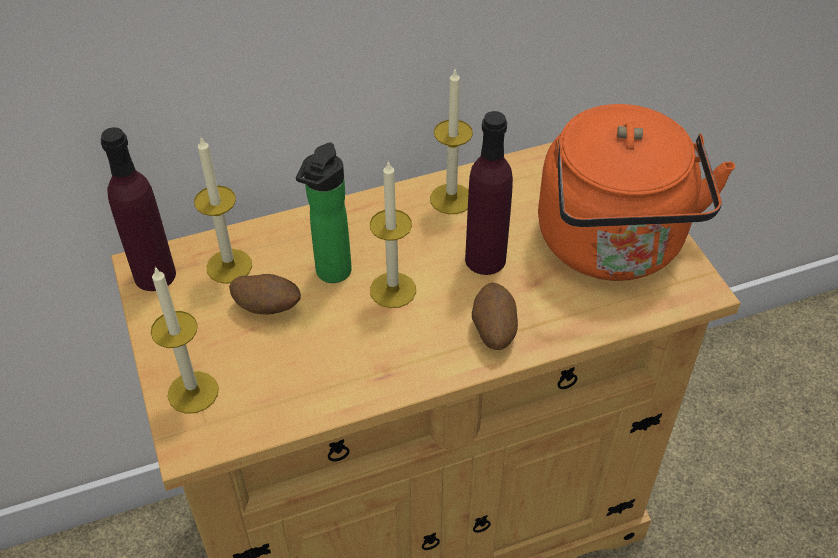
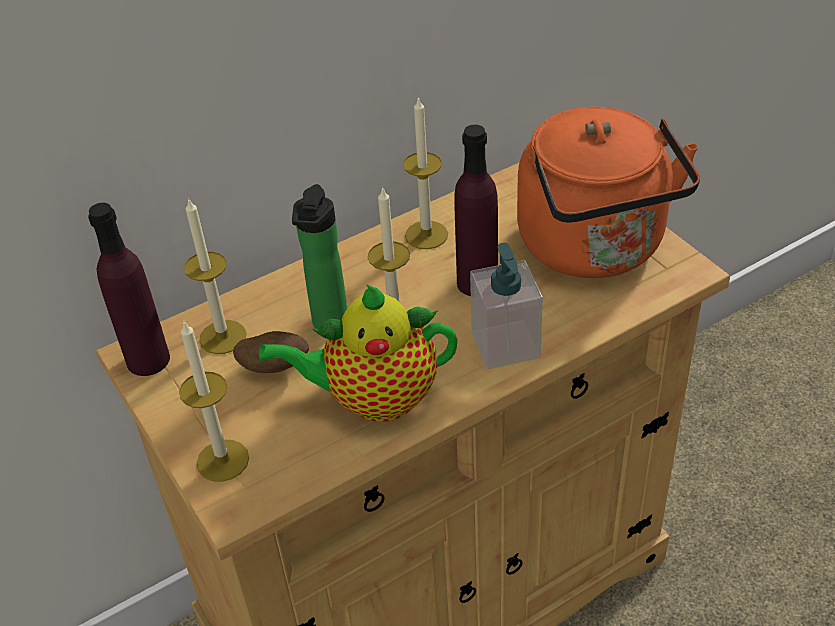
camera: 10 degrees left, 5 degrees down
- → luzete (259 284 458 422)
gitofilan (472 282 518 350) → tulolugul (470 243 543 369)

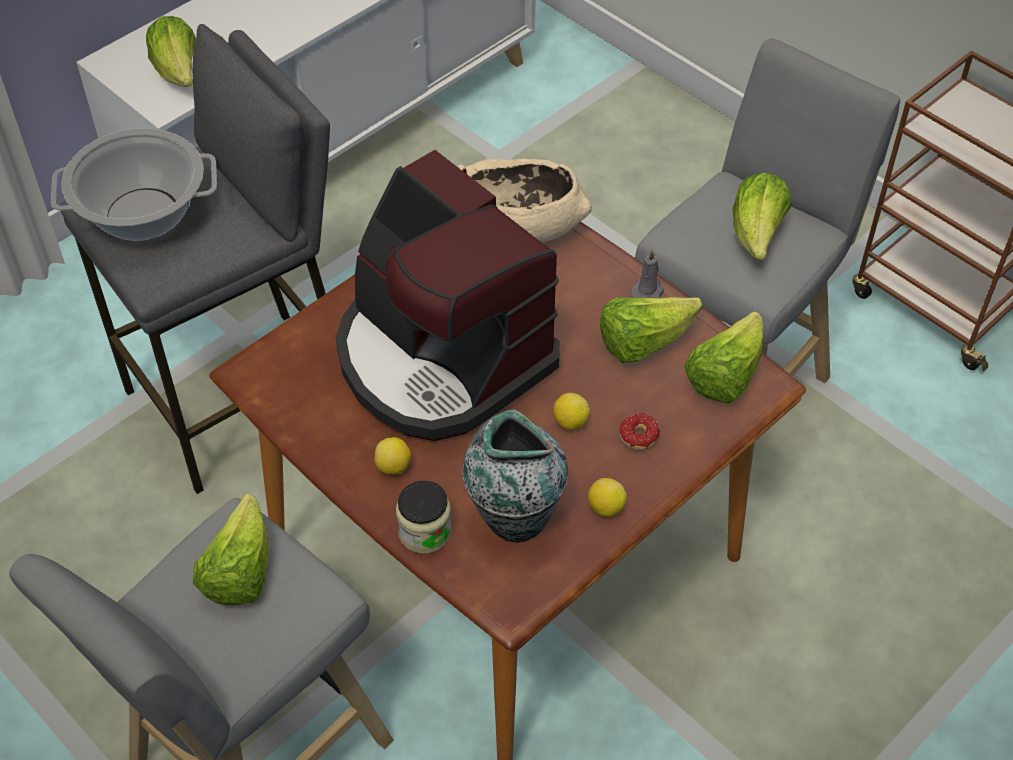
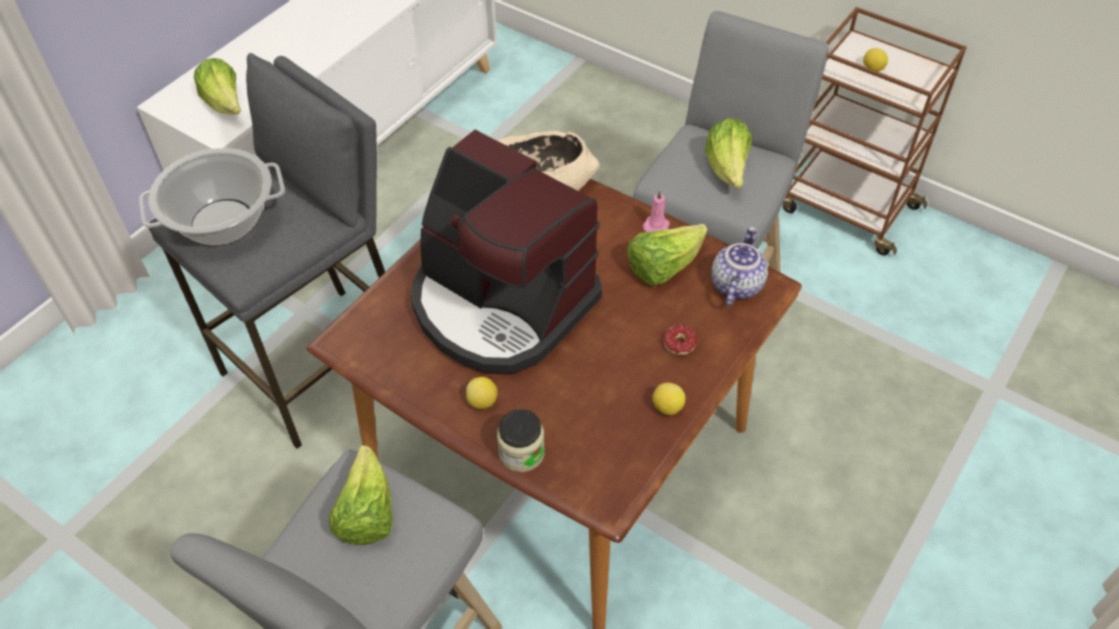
camera: 10 degrees left, 0 degrees up
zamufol (462 410 568 542) → -
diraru (553 393 590 430) → diraru (863 48 888 72), shifted
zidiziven (684 311 763 403) → luzete (711 227 768 306)
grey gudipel (630 249 664 298) → pink gudipel (643 190 670 232)

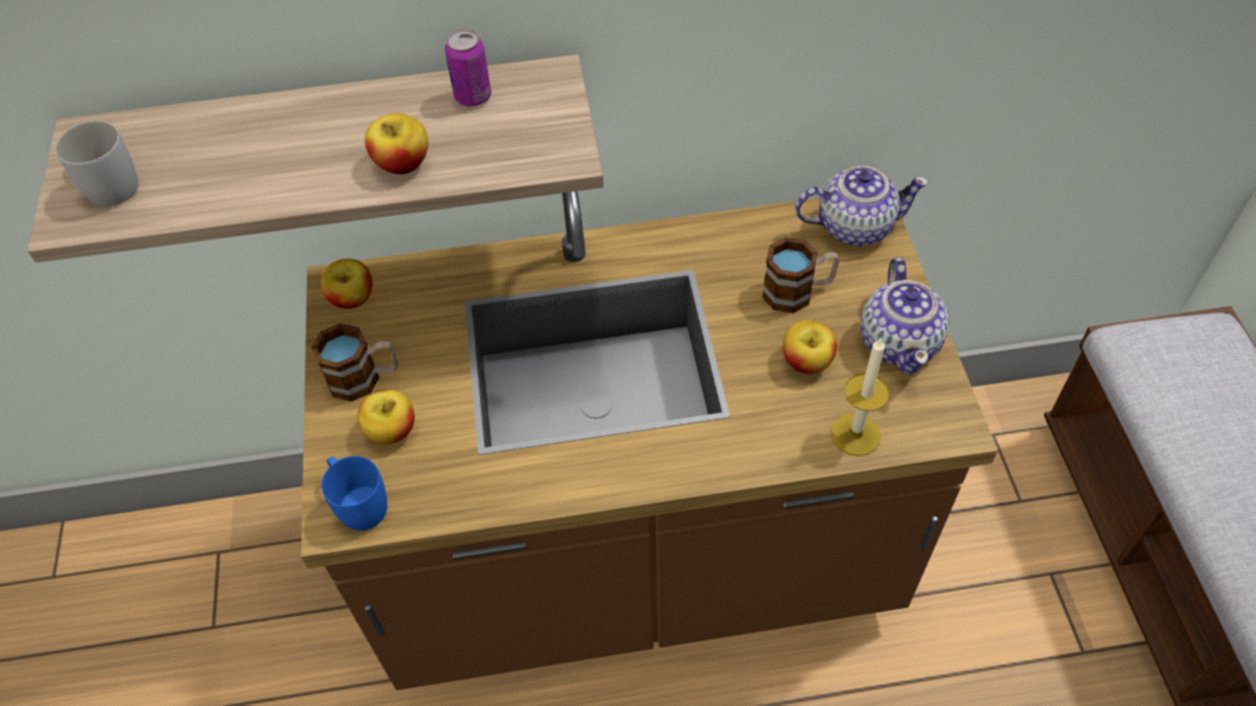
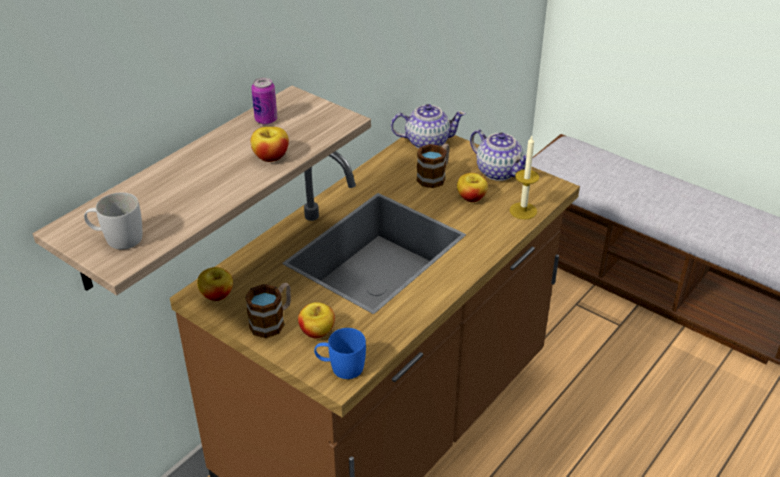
camera: 45 degrees left, 15 degrees down
luzete (795 166 929 246) → luzete (391 104 466 148), 45 degrees clockwise

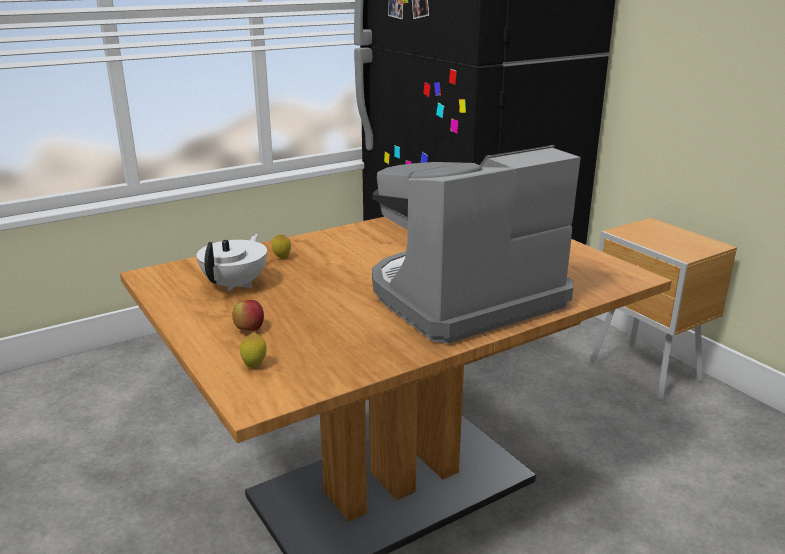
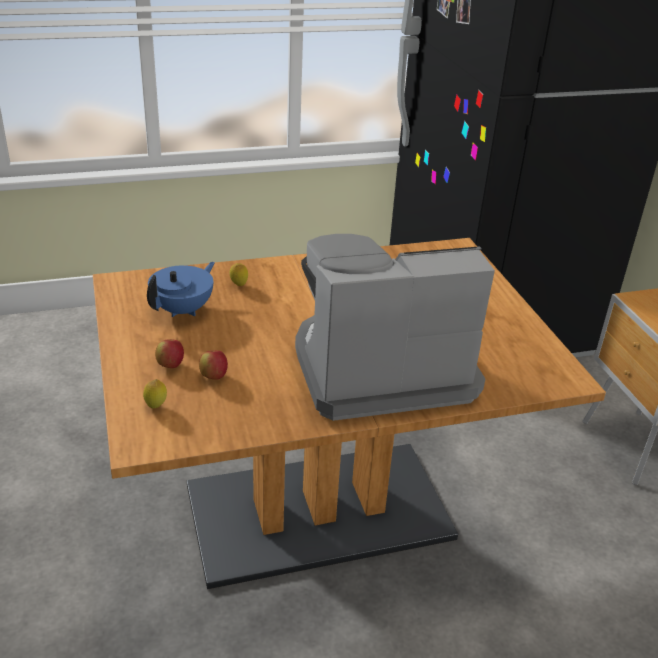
camera: 15 degrees right, 10 degrees up
- → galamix (199 350 228 380)
white luzete (196 234 267 292) → blue luzete (147 262 215 317)

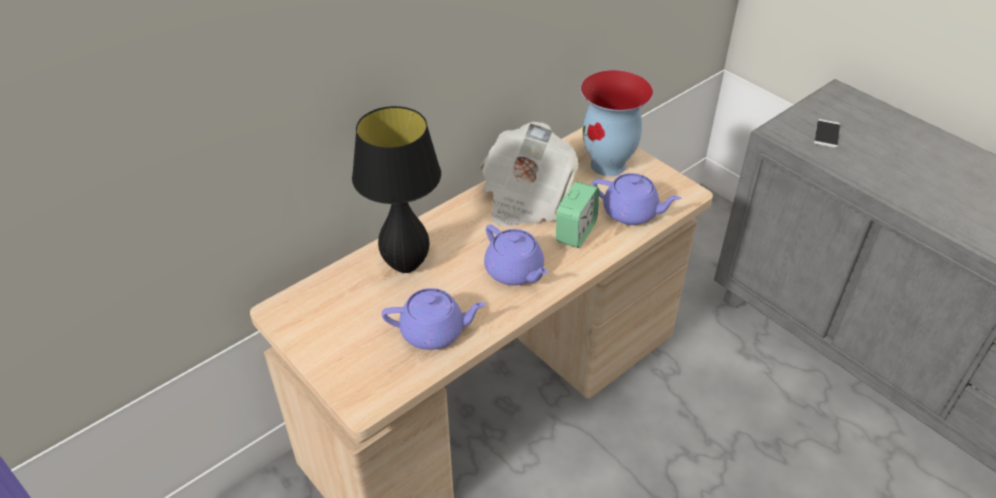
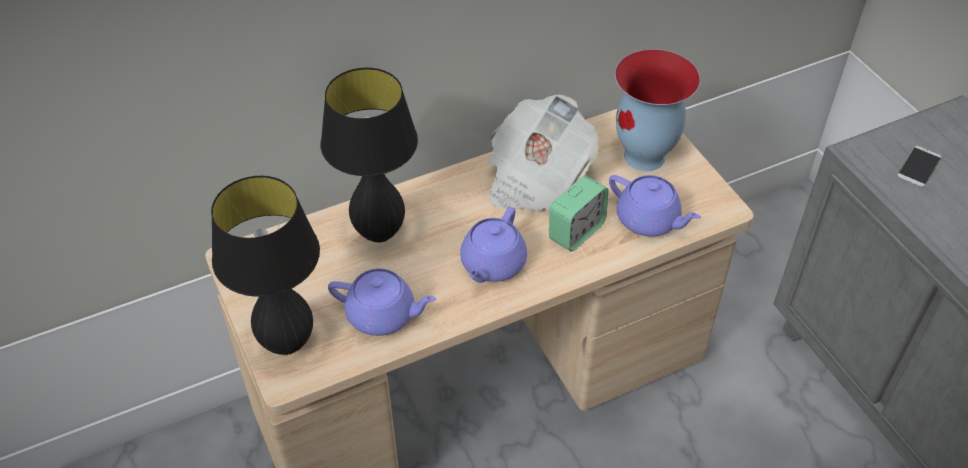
camera: 15 degrees right, 5 degrees up
- → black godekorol (211 176 320 355)
purple luzete (484 224 548 285) → purple luzete (460 207 527 283), 45 degrees clockwise

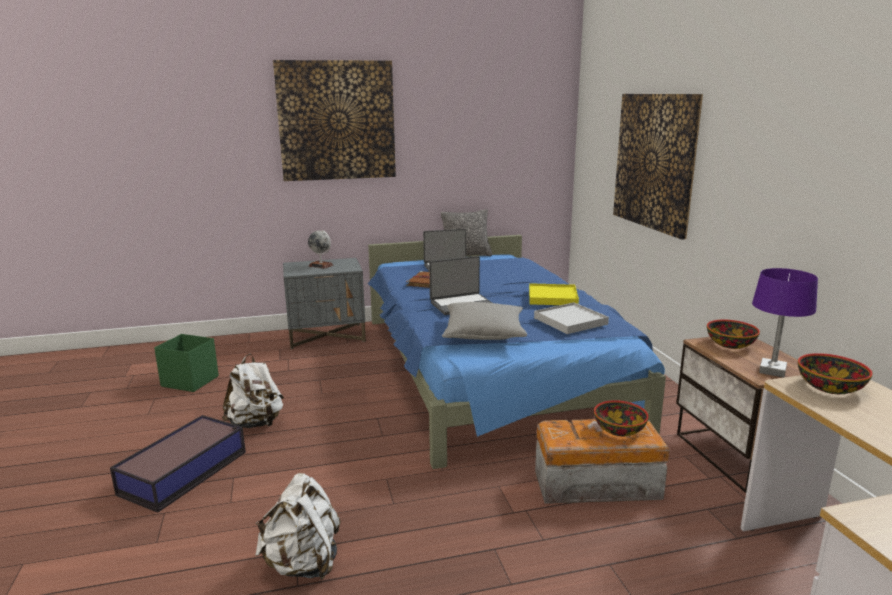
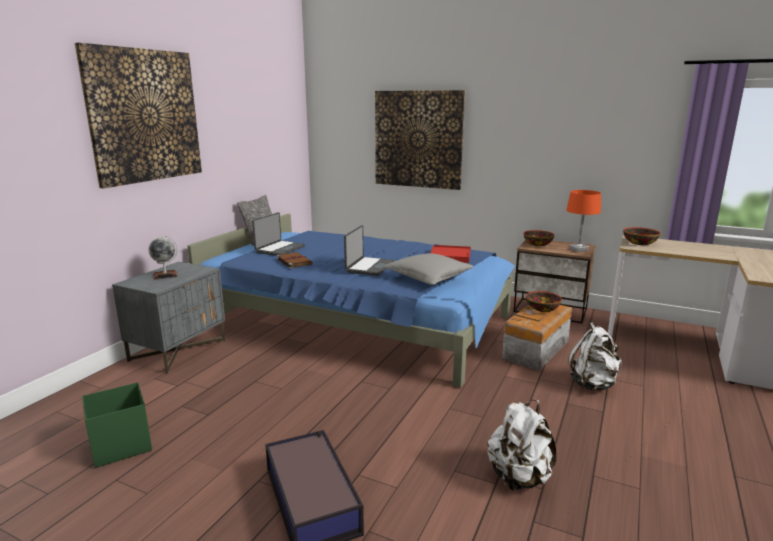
camera: 50 degrees left, 0 degrees up
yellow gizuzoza (529 283 579 305) → -
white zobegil (222 354 284 428) → white zobegil (568 322 622 391), shifted
white gizuzoza (534 302 609 334) → red gizuzoza (430 245 471 263)
purple godekorol (752 268 818 378) → orange godekorol (566 190 601 252)

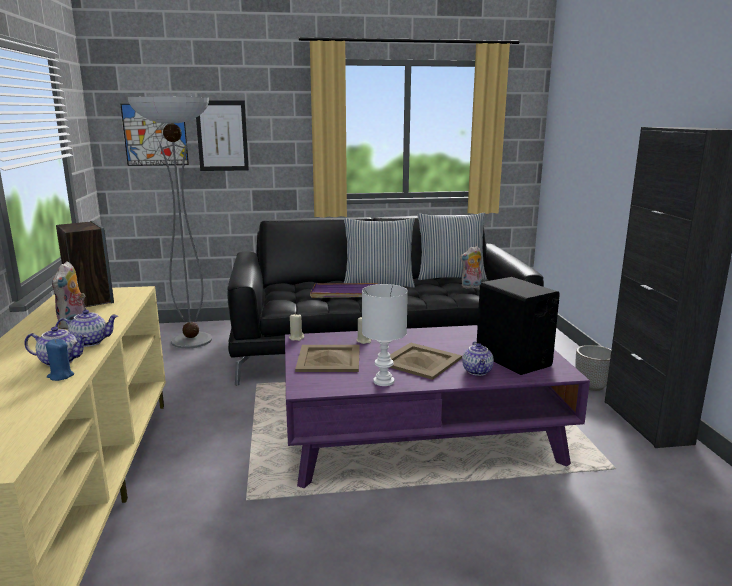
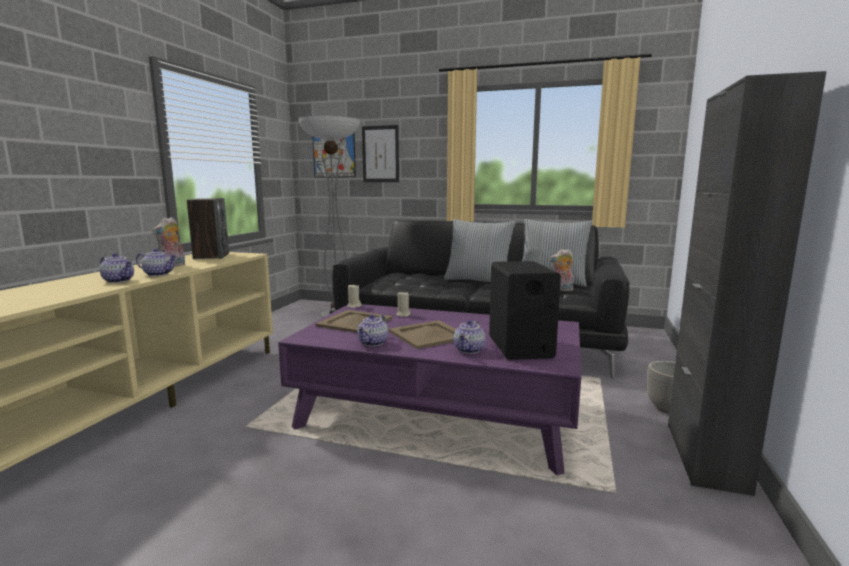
camera: 25 degrees right, 5 degrees down
blue gudipel (46 339 74 381) → -
purple gizuzoza (310 283 379 298) → -
white godekorol (362 284 408 386) → luzete (357 314 388 347)

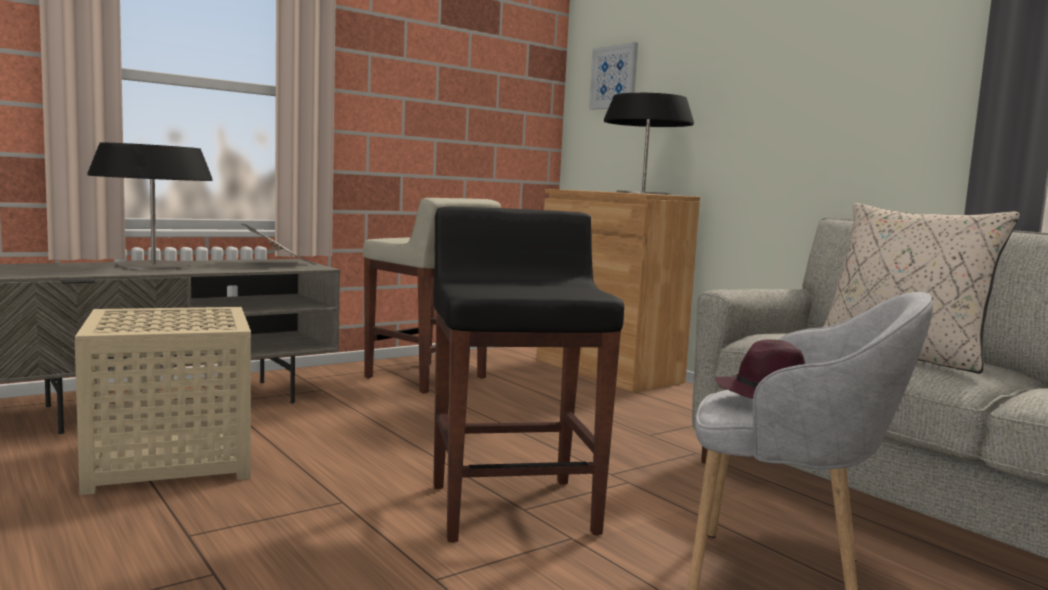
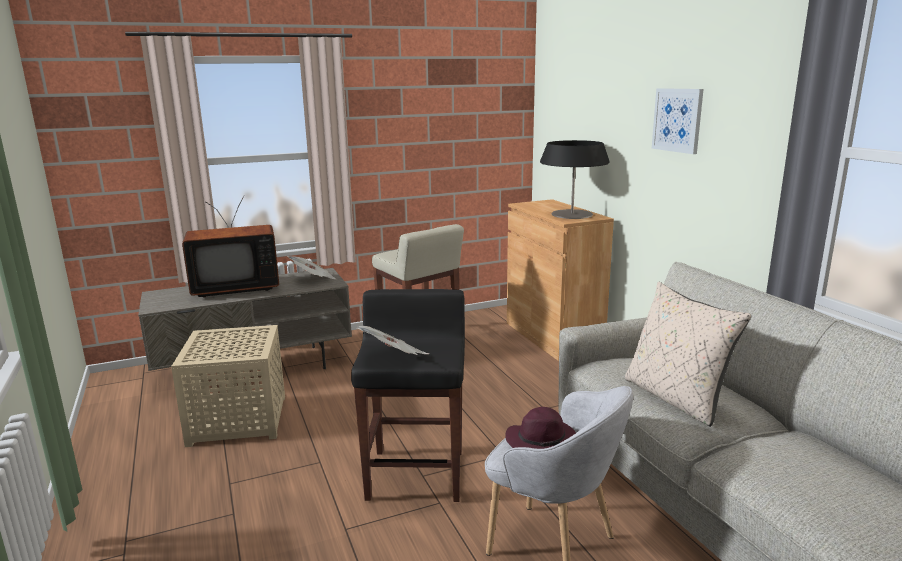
camera: 15 degrees right, 10 degrees up
- → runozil (357 326 429 355)
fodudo (589 42 638 110) → fodudo (652 88 704 154), shifted
godekorol (87 143 213 270) → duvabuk (182 196 279 298)

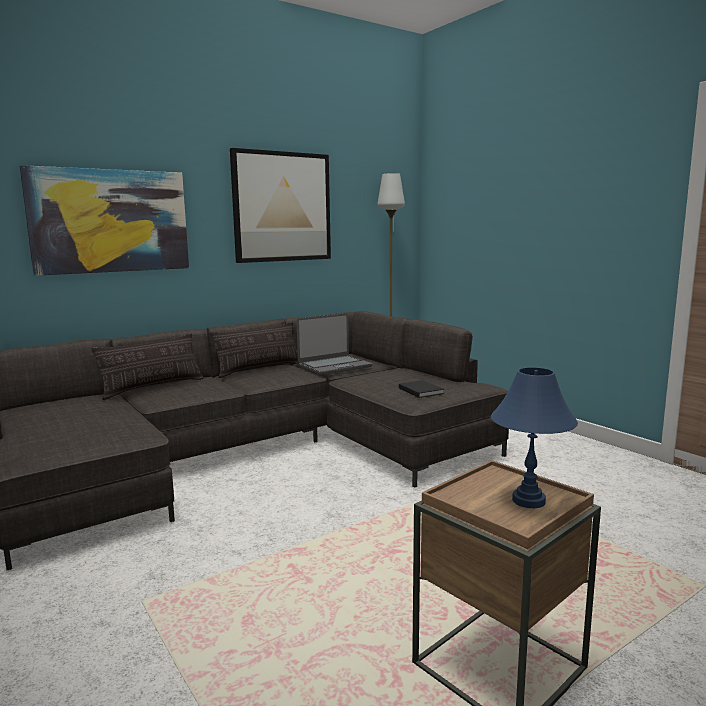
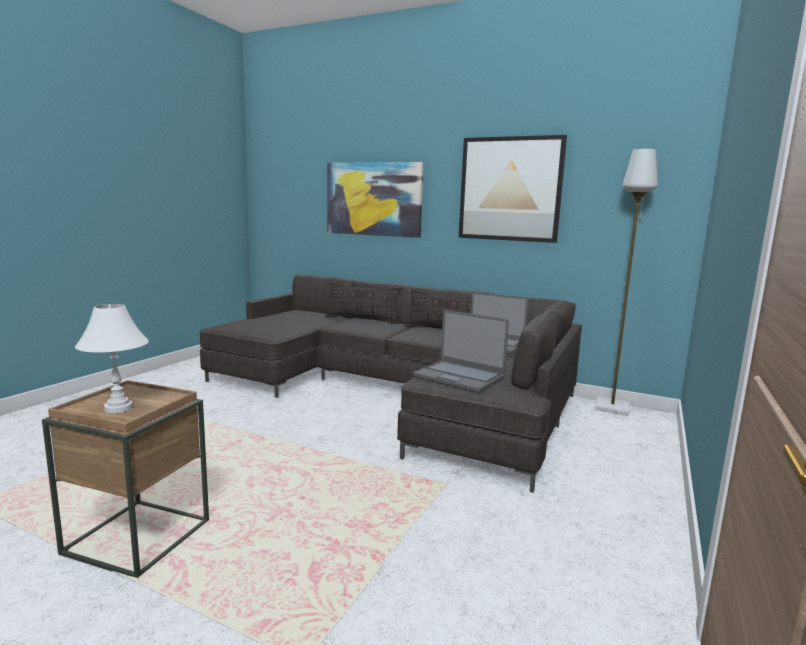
camera: 60 degrees right, 0 degrees up
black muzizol (399 380 444 398) → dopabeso (413 310 509 392)
blue godekorol (491 367 578 508) → white godekorol (75 304 149 413)

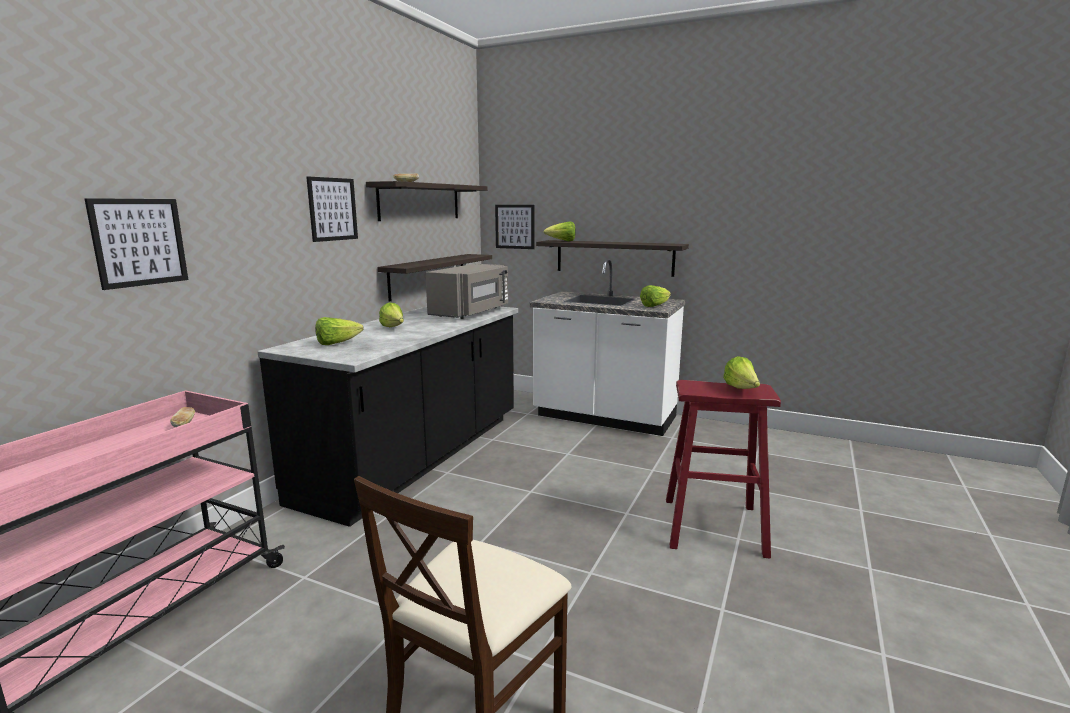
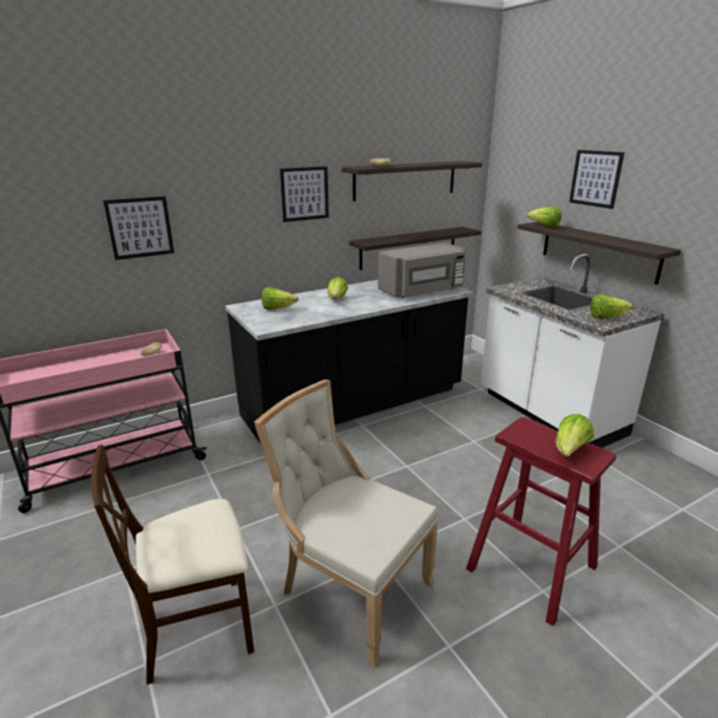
camera: 35 degrees right, 10 degrees up
- → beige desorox (254 379 439 668)
fodudo (495 205 534 249) → fodudo (569 150 625 209), shifted

